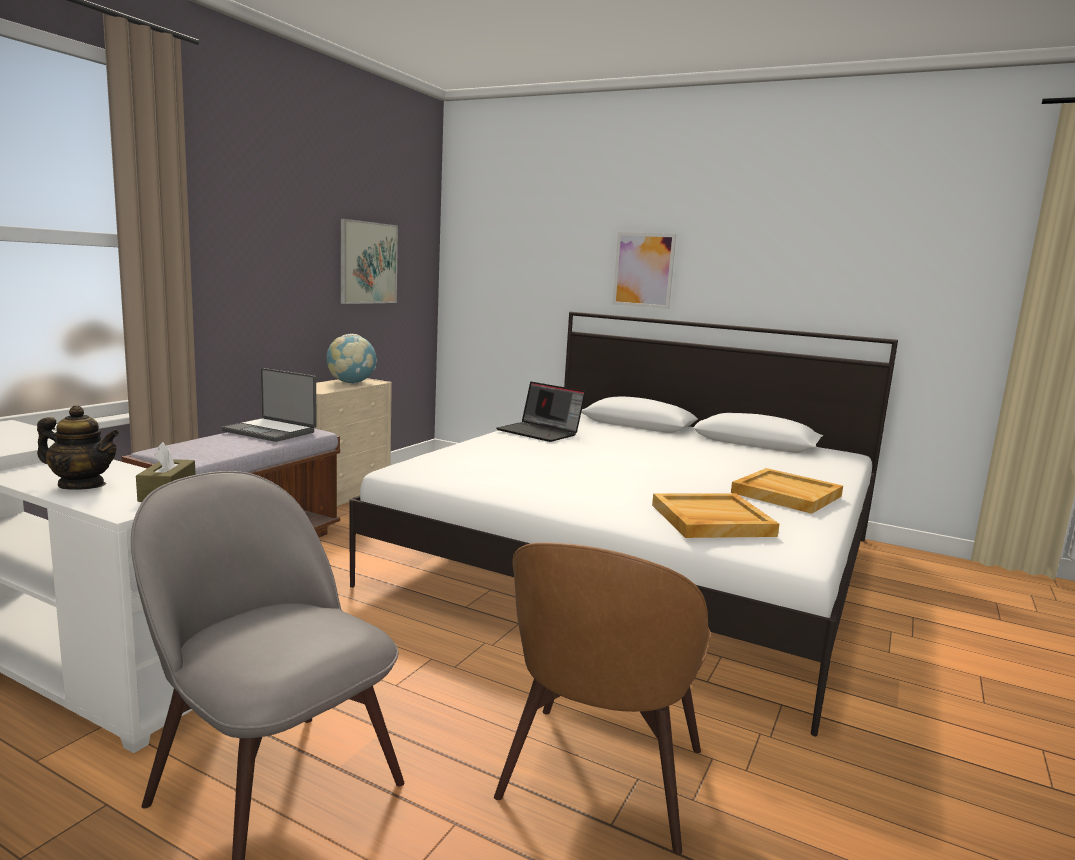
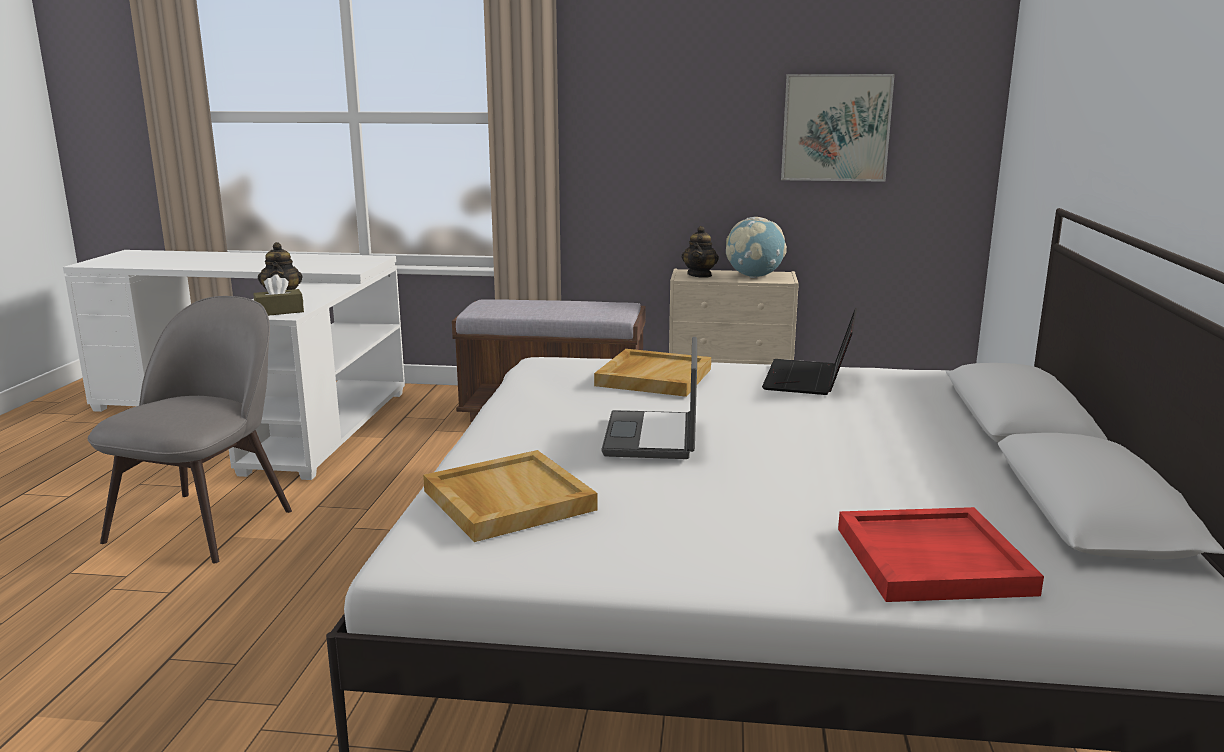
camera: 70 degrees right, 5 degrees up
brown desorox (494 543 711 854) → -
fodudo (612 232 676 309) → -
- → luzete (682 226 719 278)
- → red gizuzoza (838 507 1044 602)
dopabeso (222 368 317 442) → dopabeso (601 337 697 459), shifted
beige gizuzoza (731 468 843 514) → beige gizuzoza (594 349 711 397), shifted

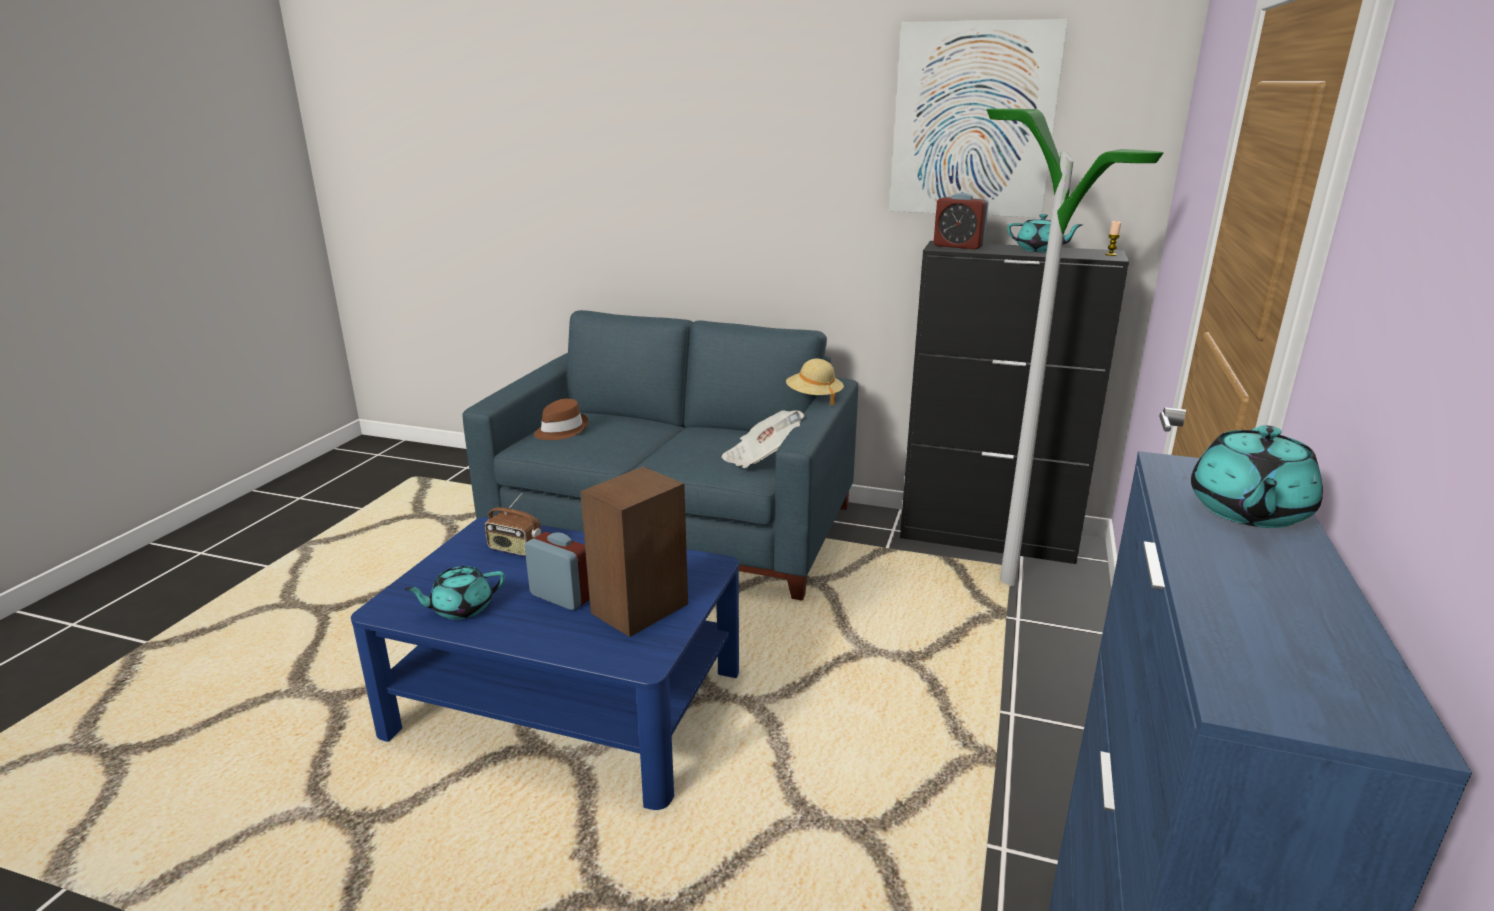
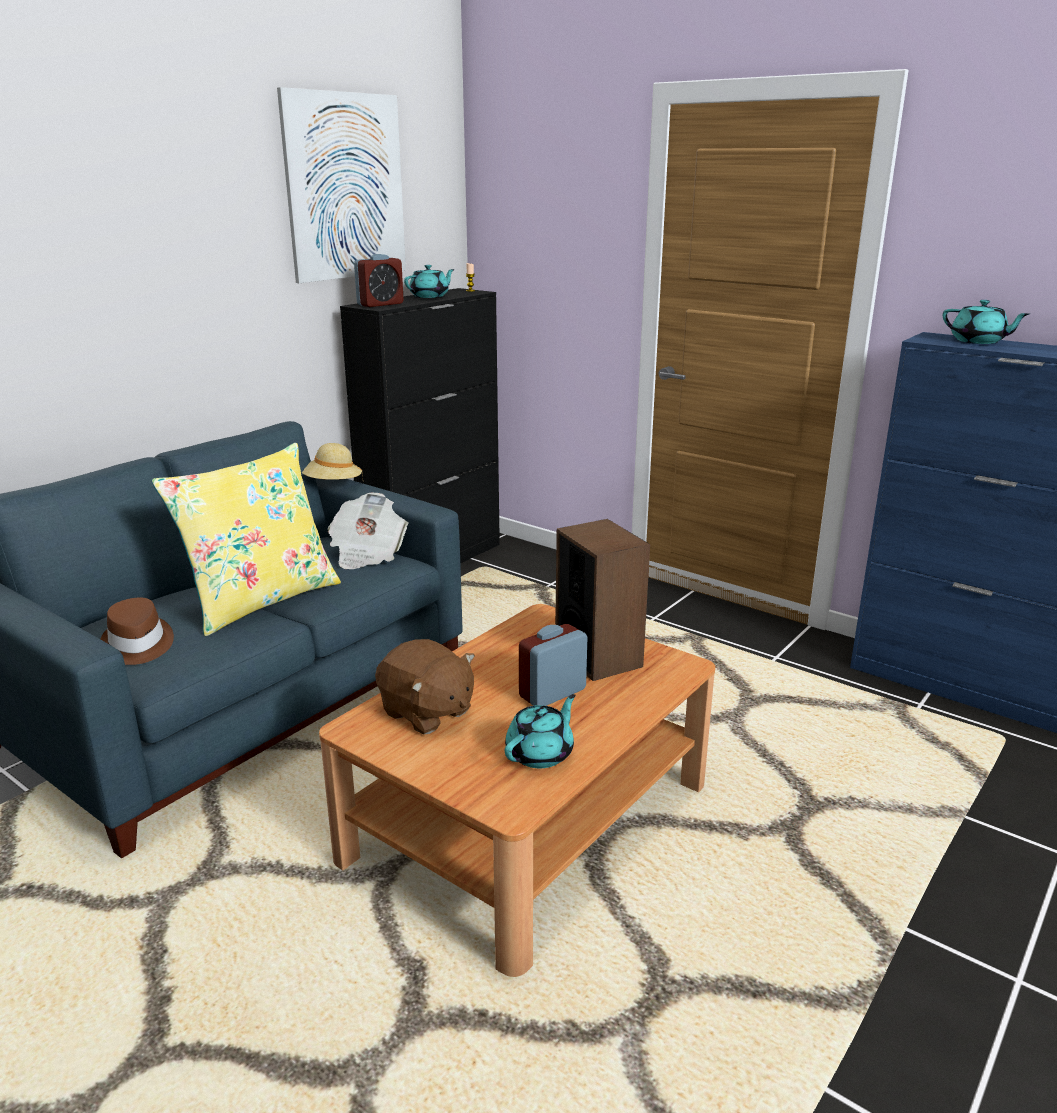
camera: 70 degrees left, 0 degrees up
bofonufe (987 109 1163 586) → -
- → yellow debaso (152 443 341 636)
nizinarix (485 493 542 556) → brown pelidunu (375 639 475 735)
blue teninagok (351 517 739 810) → brown teninagok (319 604 715 977)
turquoise luzete (404 566 505 620) → turquoise luzete (505 694 575 768), 135 degrees counterclockwise

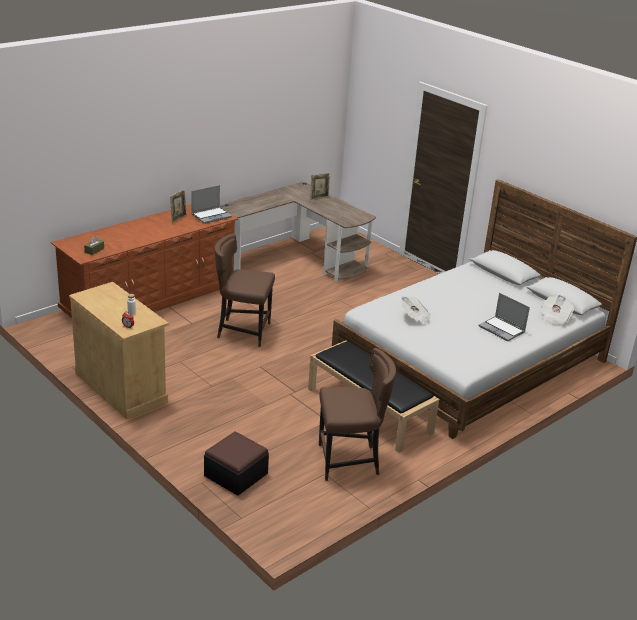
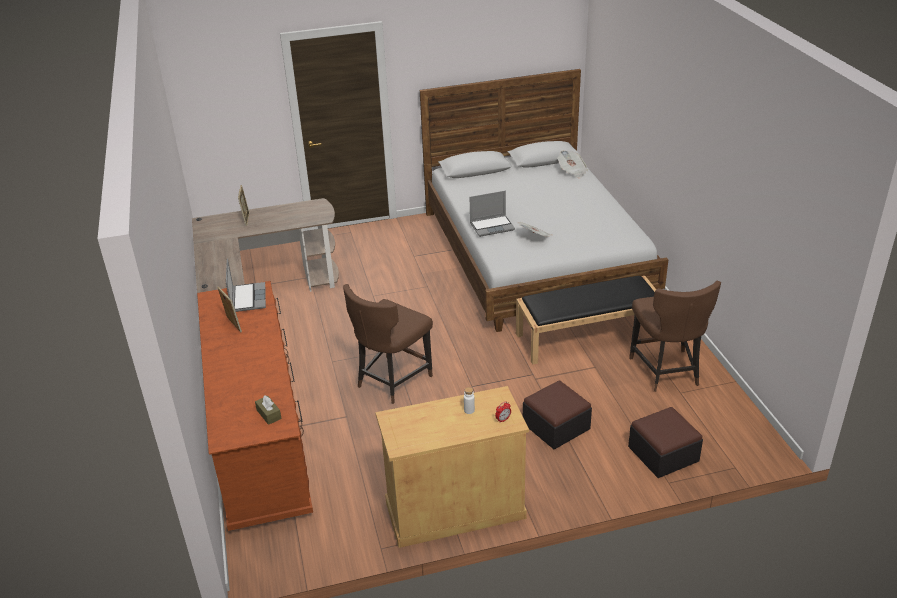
camera: 60 degrees left, 5 degrees up
- → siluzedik (523 380 592 449)
dopabeso (479 293 530 341) → dopabeso (470 191 515 237), shifted
brown desorox (319 348 396 481) → brown desorox (629 281 721 392), 150 degrees clockwise

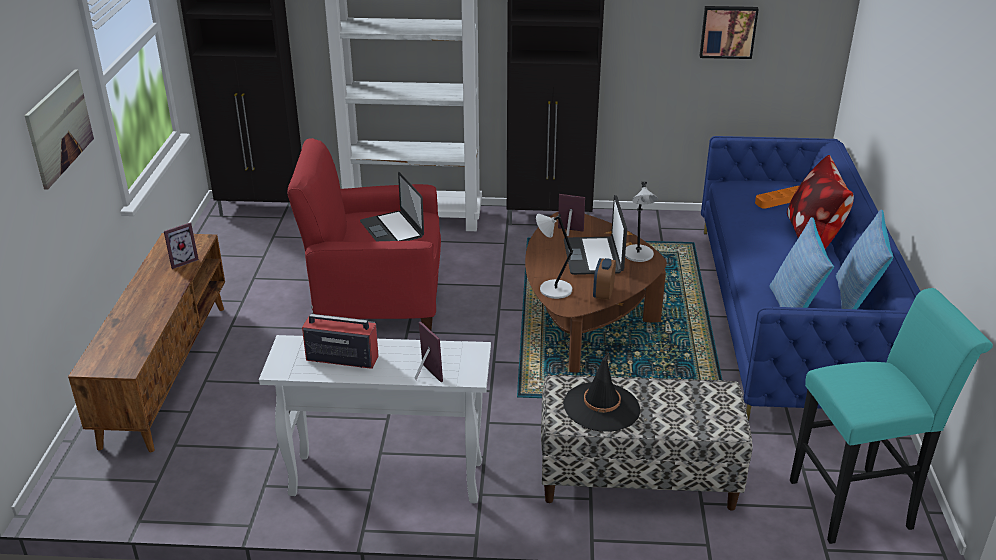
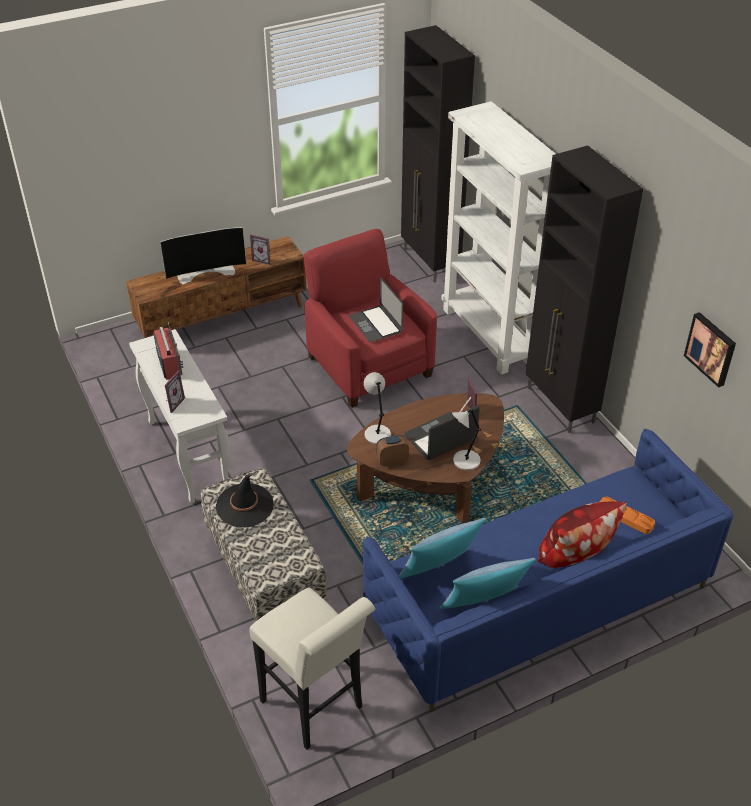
camera: 60 degrees right, 10 degrees up
fodudo (25 70 94 190) → -
- → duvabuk (160 227 247 284)
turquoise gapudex (790 288 993 544) → white gapudex (249 588 375 750)
dopabeso (360 172 424 241) → dopabeso (349 277 403 342), 60 degrees counterclockwise

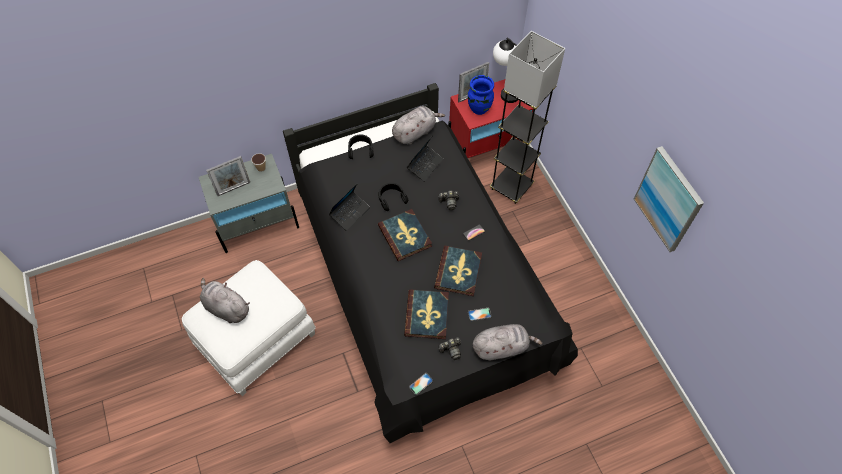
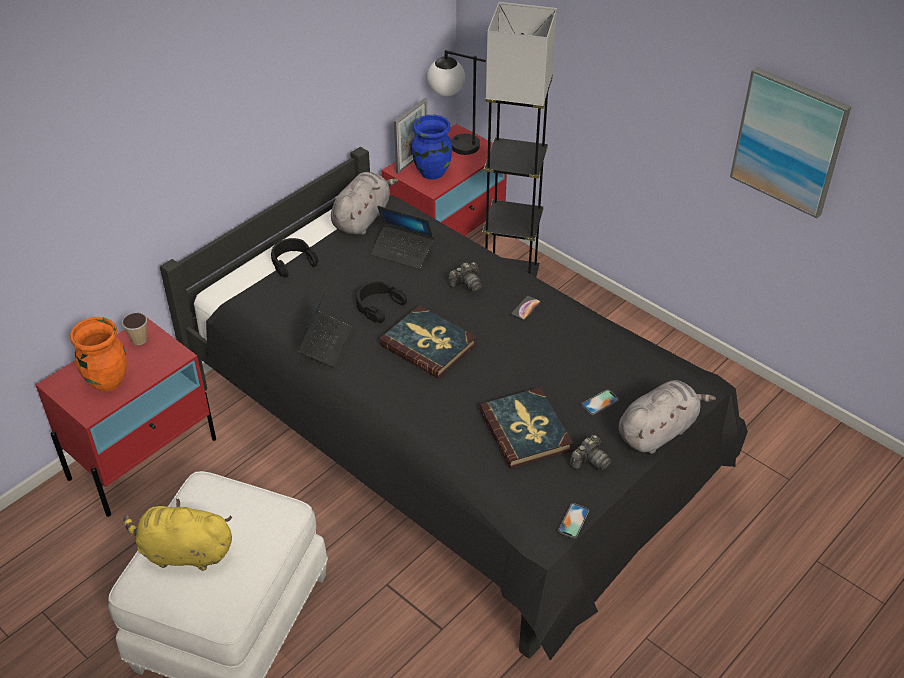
camera: 25 degrees left, 15 degrees down
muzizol (434 246 482 296) → -
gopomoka (206 156 250 196) → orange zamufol (70 317 127 392)
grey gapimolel (199 154 299 253) → red gapimolel (36 318 216 517)
grey pelidunu (200 278 250 323) → yellow pelidunu (124 498 232 571)
dopabeso (407 135 443 182) → dopabeso (370 206 434 269), 105 degrees clockwise

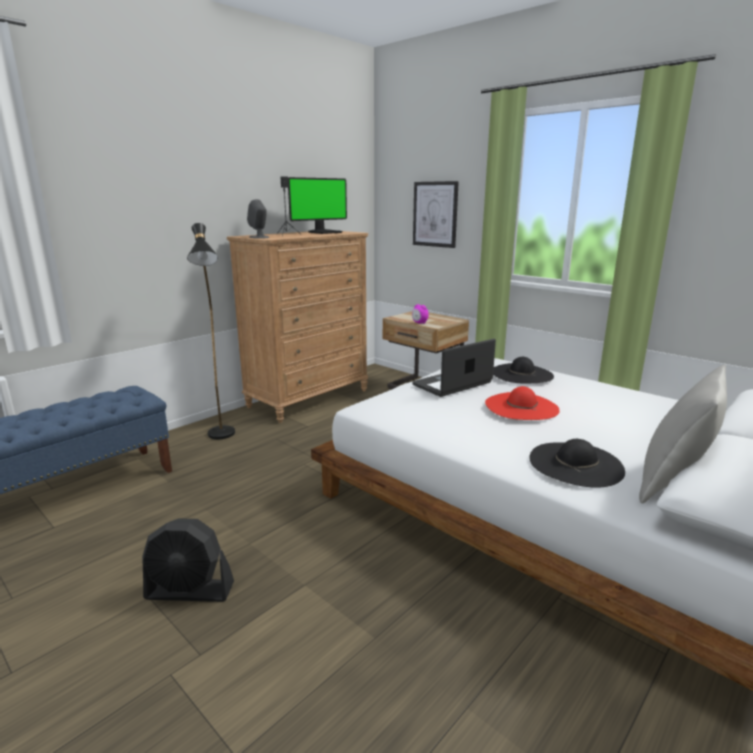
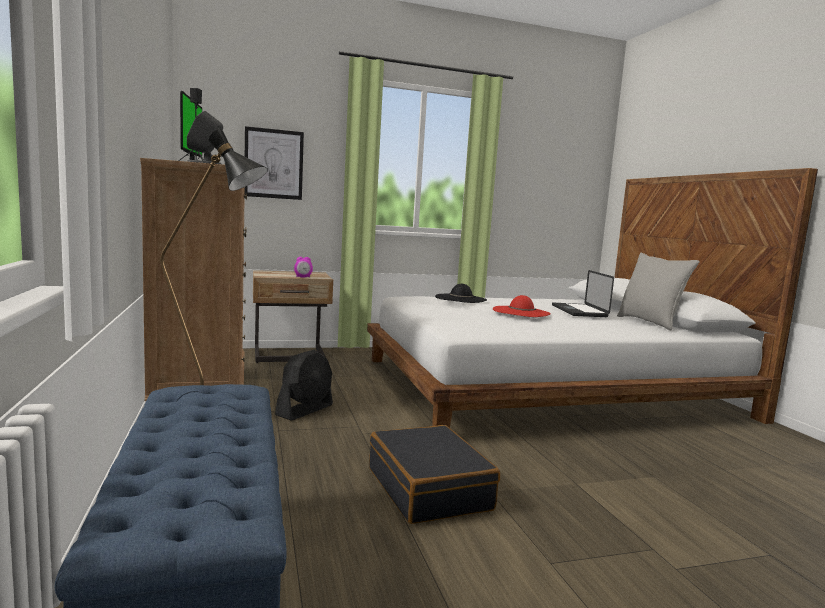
camera: 60 degrees left, 10 degrees down
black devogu (529 439 625 488) → -
- → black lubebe (369 425 500 524)
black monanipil (142 518 234 602) → black monanipil (275 350 333 420), shifted
dopabeso (413 339 496 397) → dopabeso (552 270 614 317), shifted

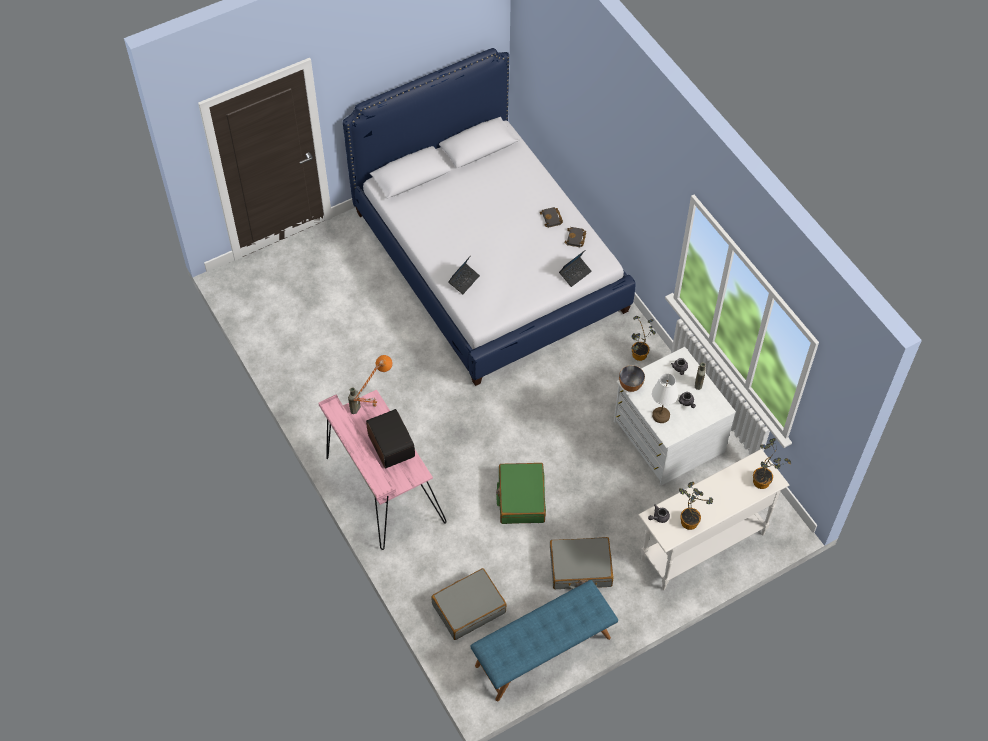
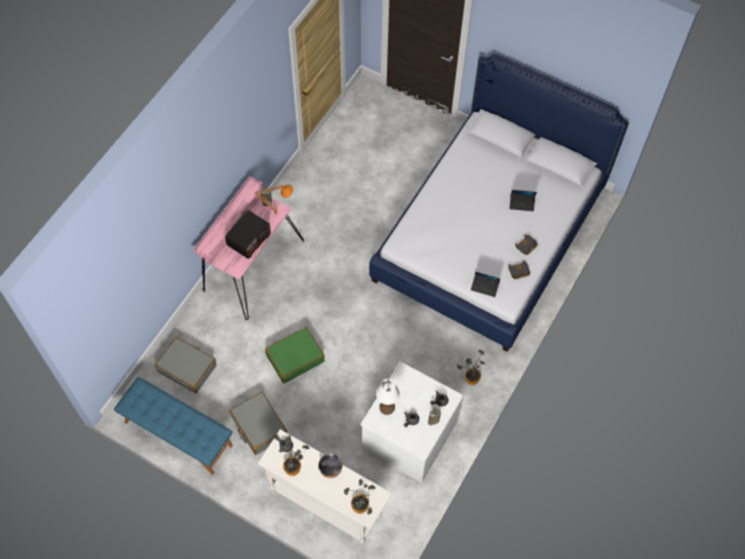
camera: 60 degrees right, 5 degrees up
dopabeso (448 257 480 294) → dopabeso (510 190 537 211), shifted
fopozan (619 365 645 392) → fopozan (318 453 343 478), shifted

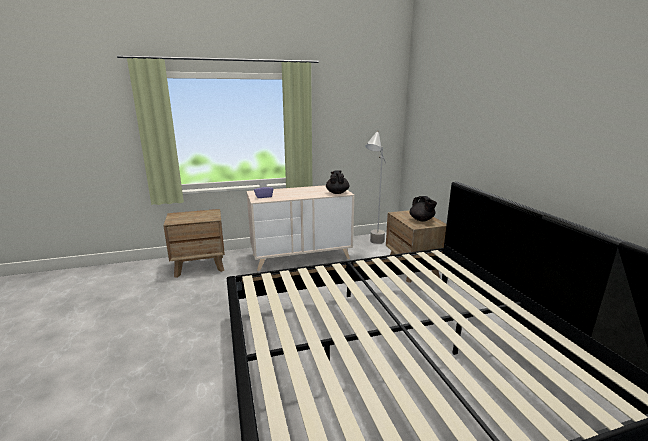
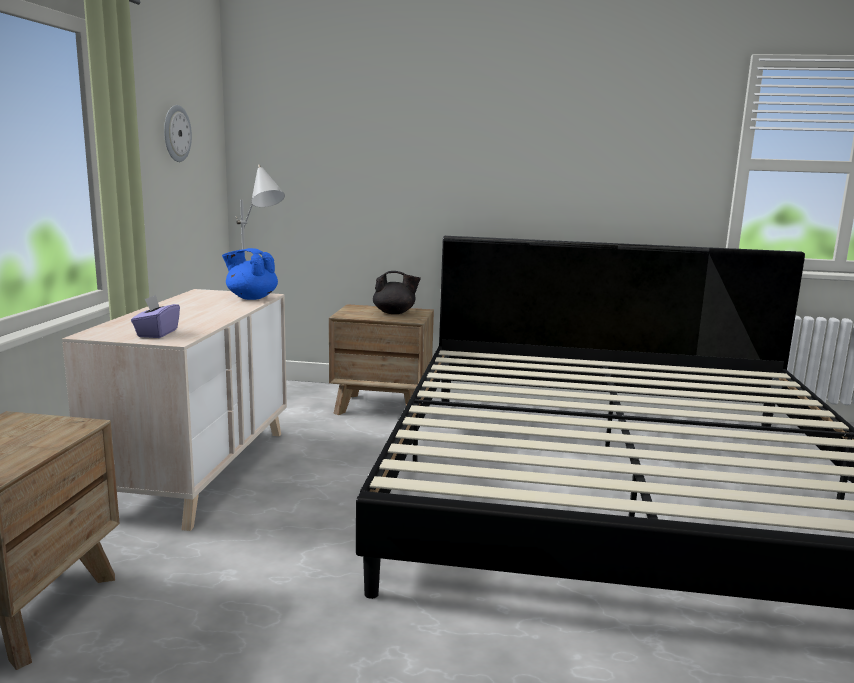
camera: 65 degrees left, 5 degrees down
- → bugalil (164 105 192 162)
black luzete (326 170 349 194) → blue luzete (222 248 278 300)

